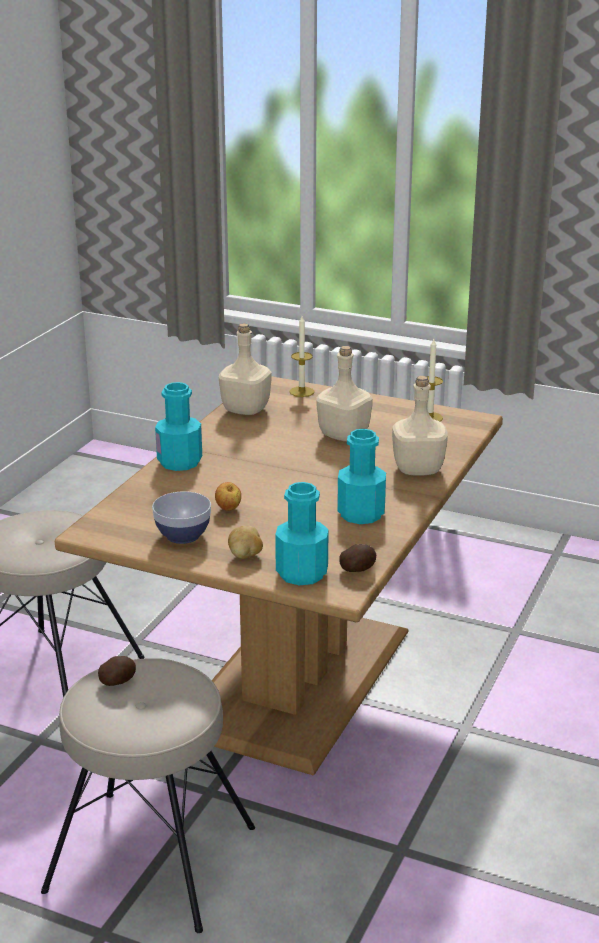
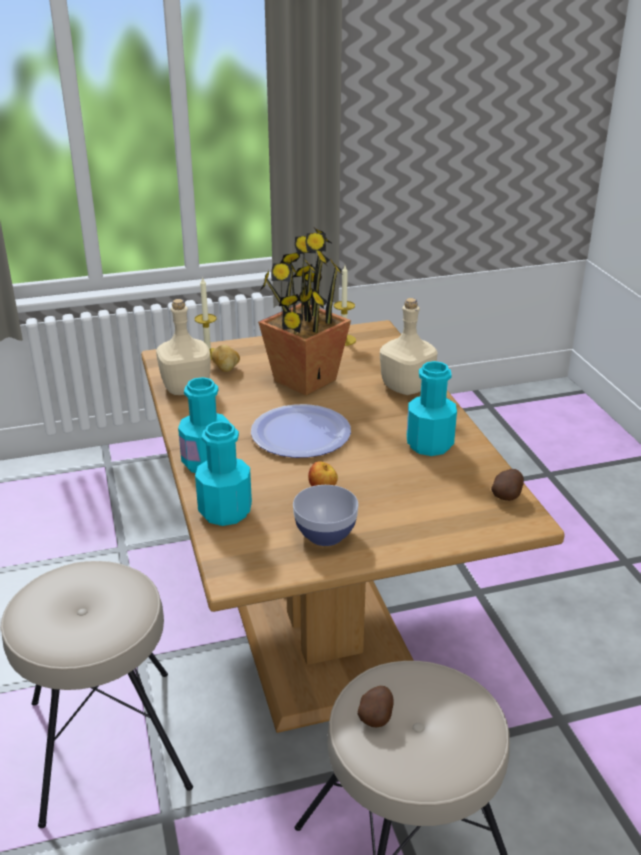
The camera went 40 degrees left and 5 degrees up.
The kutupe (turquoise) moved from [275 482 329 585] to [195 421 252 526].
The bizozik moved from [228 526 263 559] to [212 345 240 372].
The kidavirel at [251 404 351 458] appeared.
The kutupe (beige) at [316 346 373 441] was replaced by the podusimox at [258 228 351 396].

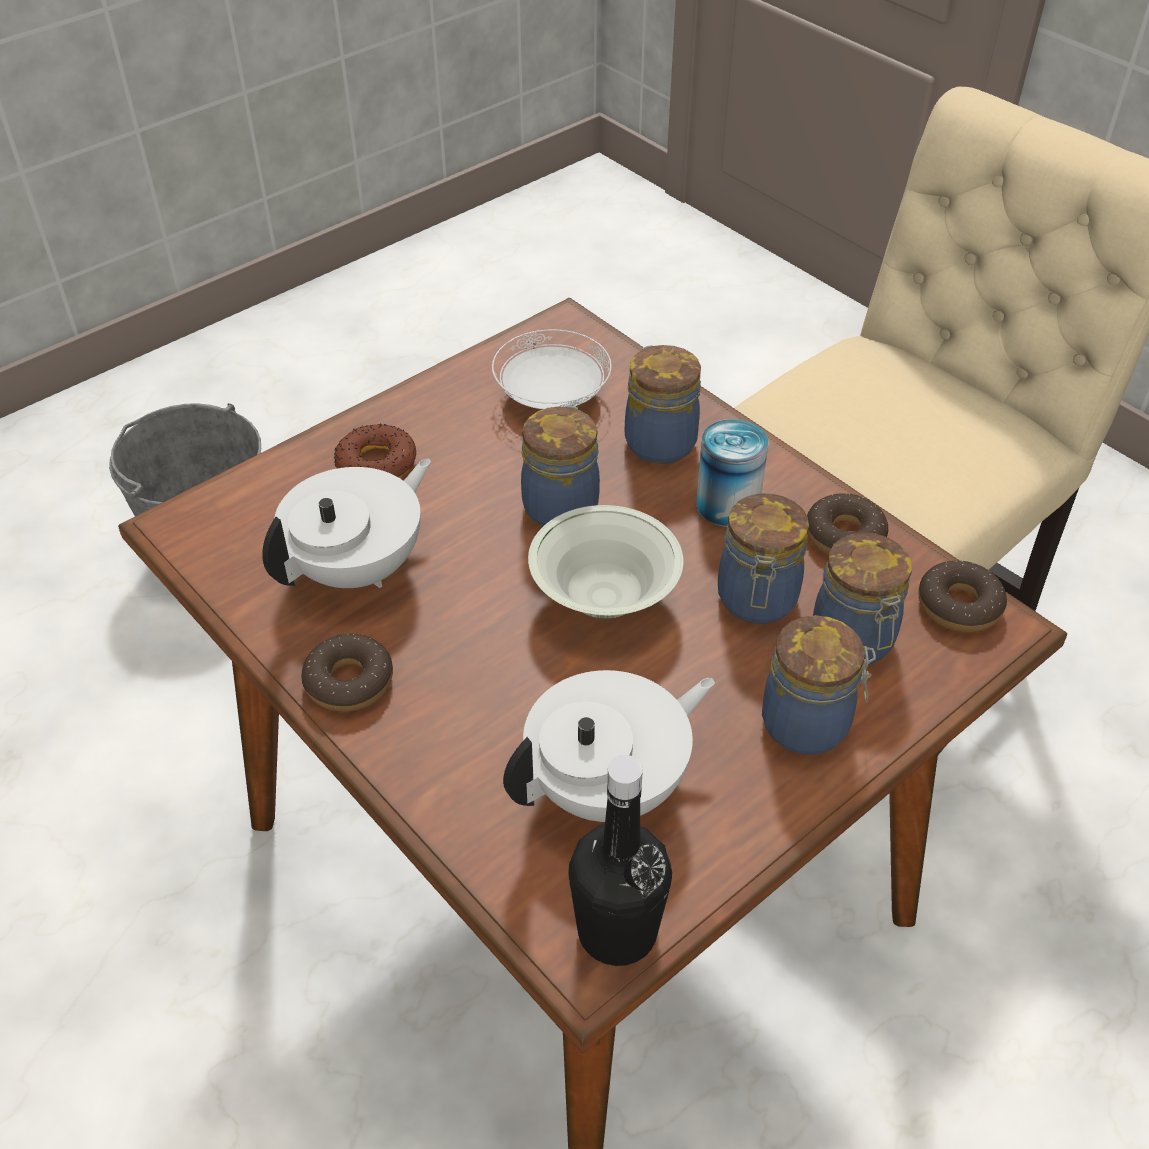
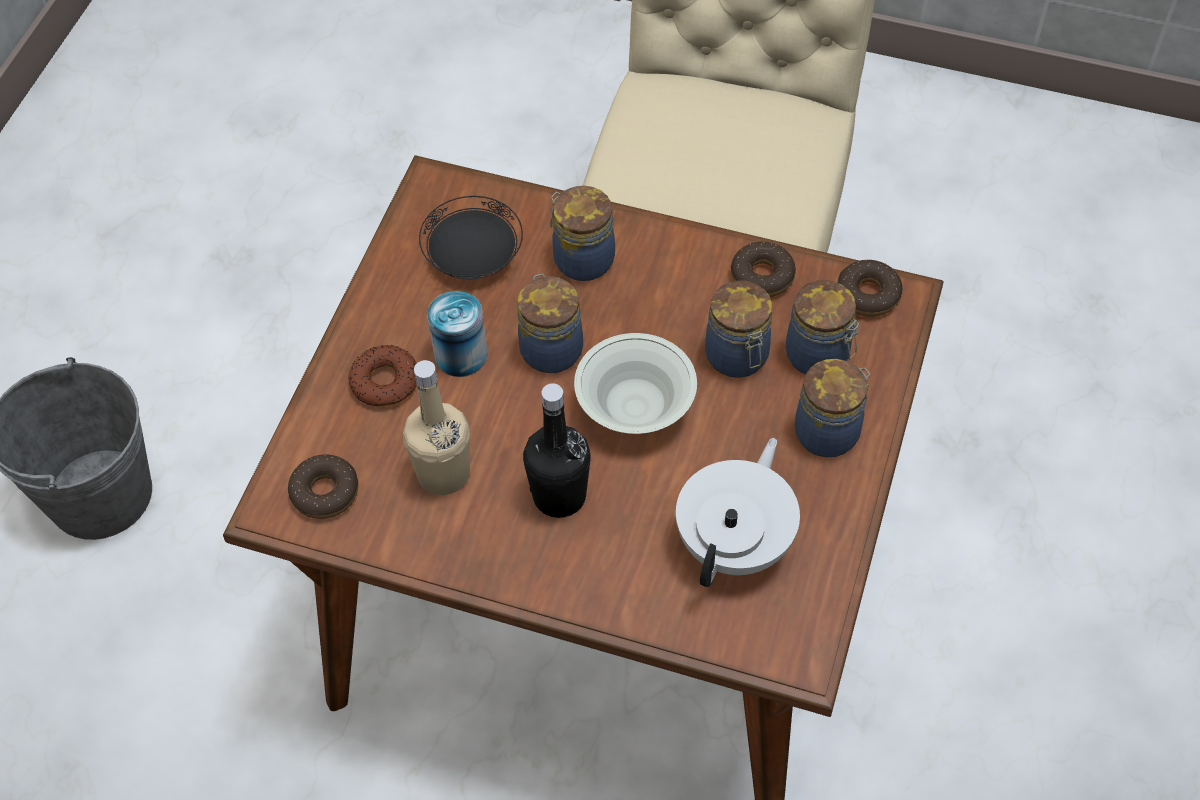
The camera went 30 degrees left and 10 degrees up.
The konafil moved from [301 634 393 712] to [288 455 359 519].
The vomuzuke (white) at [262 458 431 588] was replaced by the kutupe (beige) at [403 360 470 495].
The kidavirel (white) at [492 329 612 409] became the kidavirel (black) at [419 196 523 279].
The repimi moved from [696 419 768 527] to [427 291 488 377].
The kutupe (black) moved from [568 755 672 966] to [523 383 591 518].

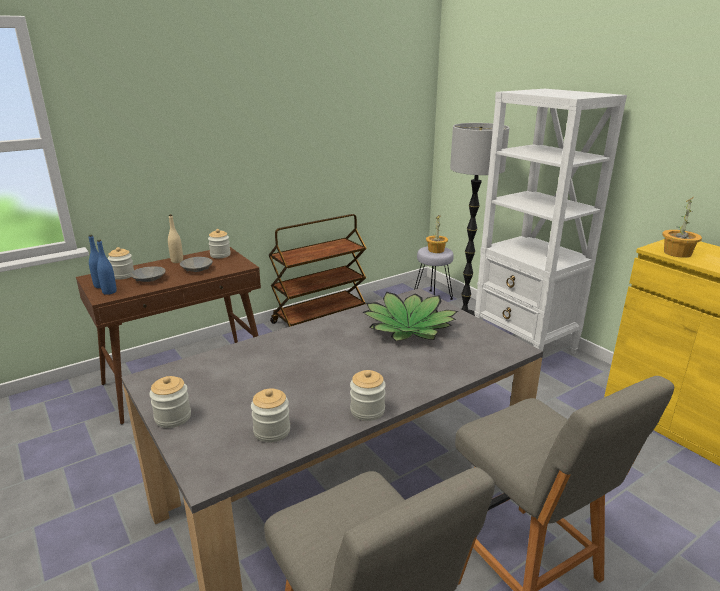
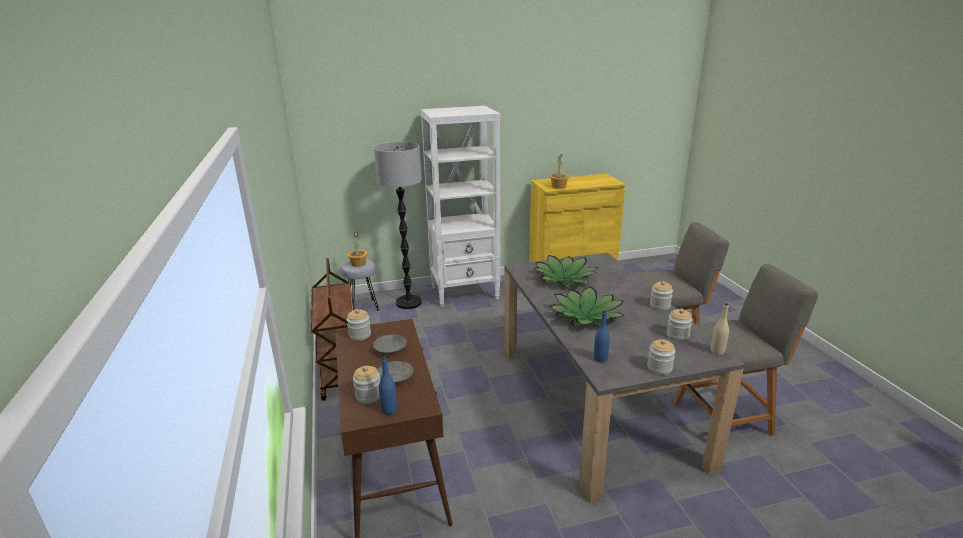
The camera went 70 degrees left and 0 degrees up.
The podusimox at [549 286 624 327] appeared.
The kutupe (blue) moved from [97 240 117 295] to [594 310 610 363].
The kutupe (beige) moved from [168 214 183 263] to [711 303 729 355].

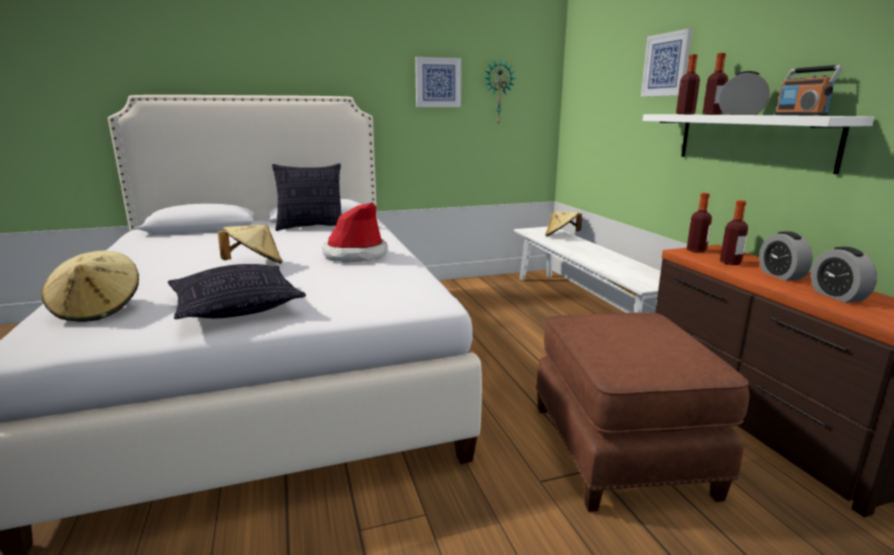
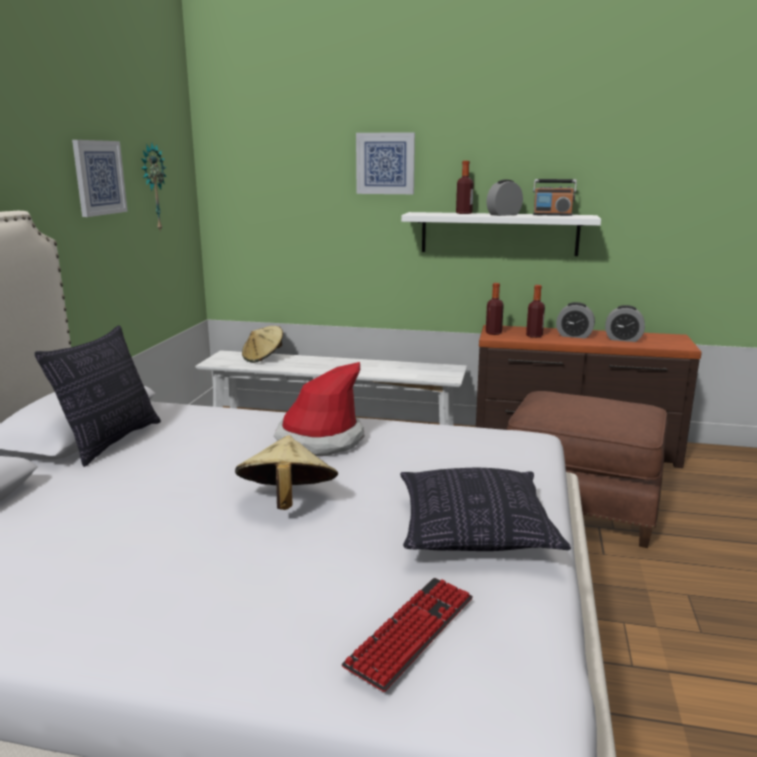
The camera went 60 degrees left and 0 degrees up.
The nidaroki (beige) at [41 251 139 322] was replaced by the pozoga at [342 578 473 692].
The kutupe at [676 54 700 114] disappeared.

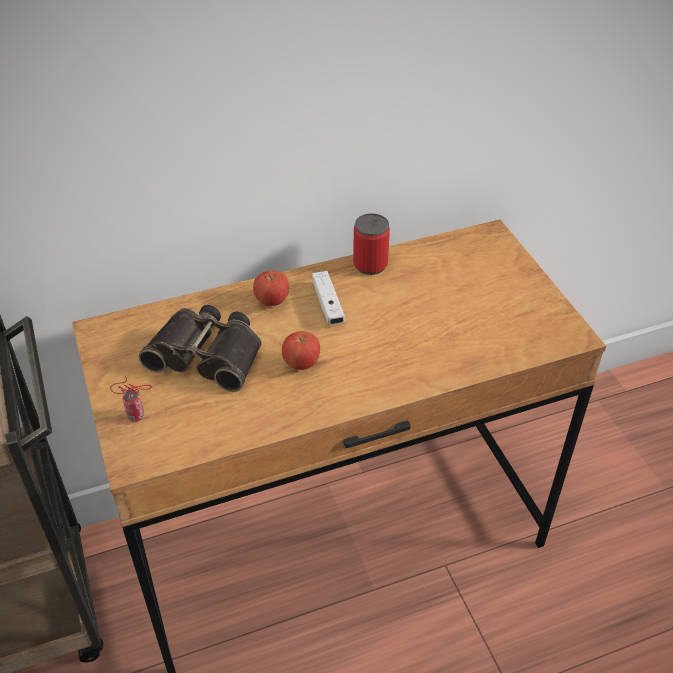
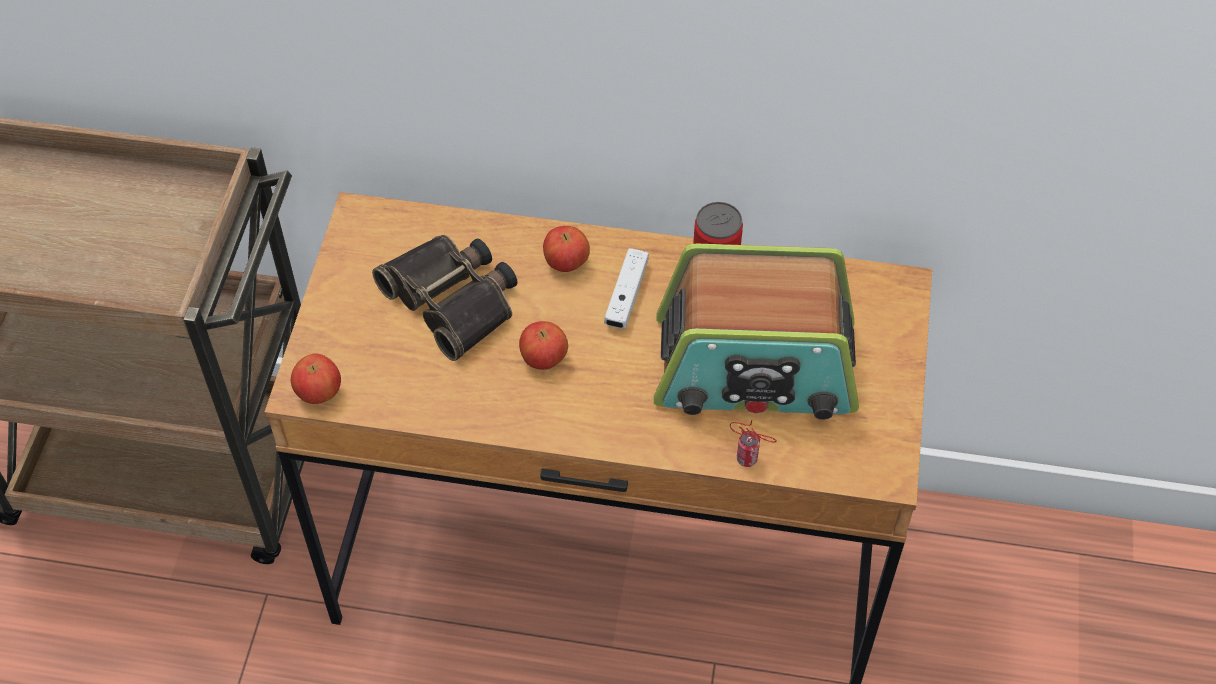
The camera went 30 degrees right and 10 degrees up.
The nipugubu at [291 353 341 404] appeared.
The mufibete at [654 244 859 420] appeared.
The repimi moved from [110 375 152 422] to [730 420 777 467].

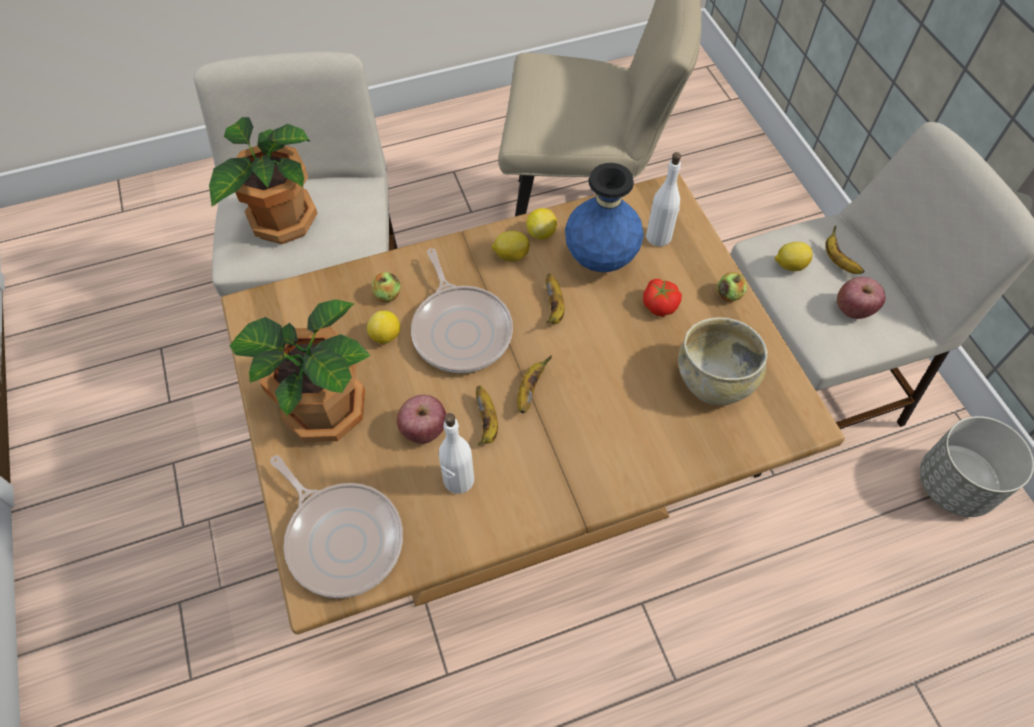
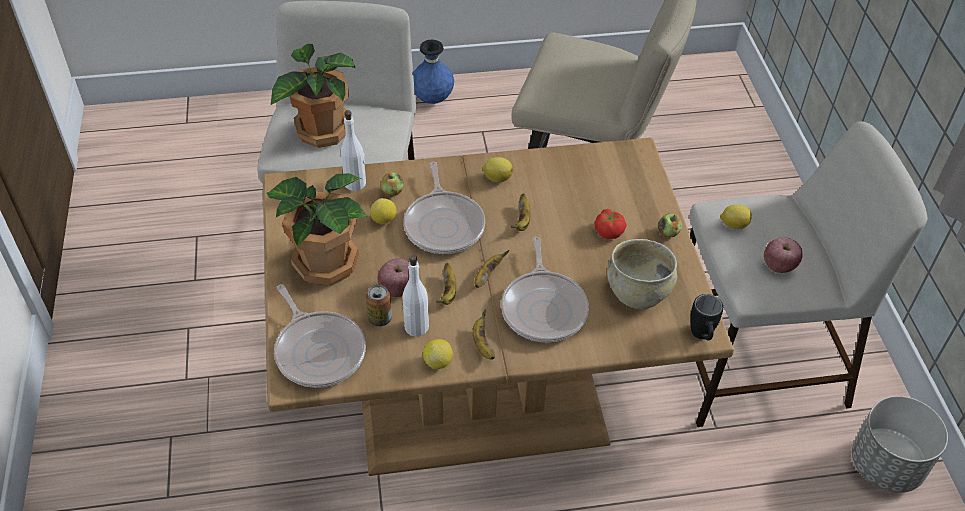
The camera went 10 degrees right and 10 degrees down.
The kutupe (white) moved from [646 152 681 247] to [341 110 366 191].
The repimi at [366 285 392 326] appeared.
The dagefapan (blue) moved from [565 163 644 272] to [413 40 454 104].
The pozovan moved from [527 208 557 240] to [423 339 453 369].
The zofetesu moved from [825 225 865 274] to [473 309 495 360].
The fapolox at [501 237 589 342] appeared.
The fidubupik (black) at [690 294 723 341] appeared.

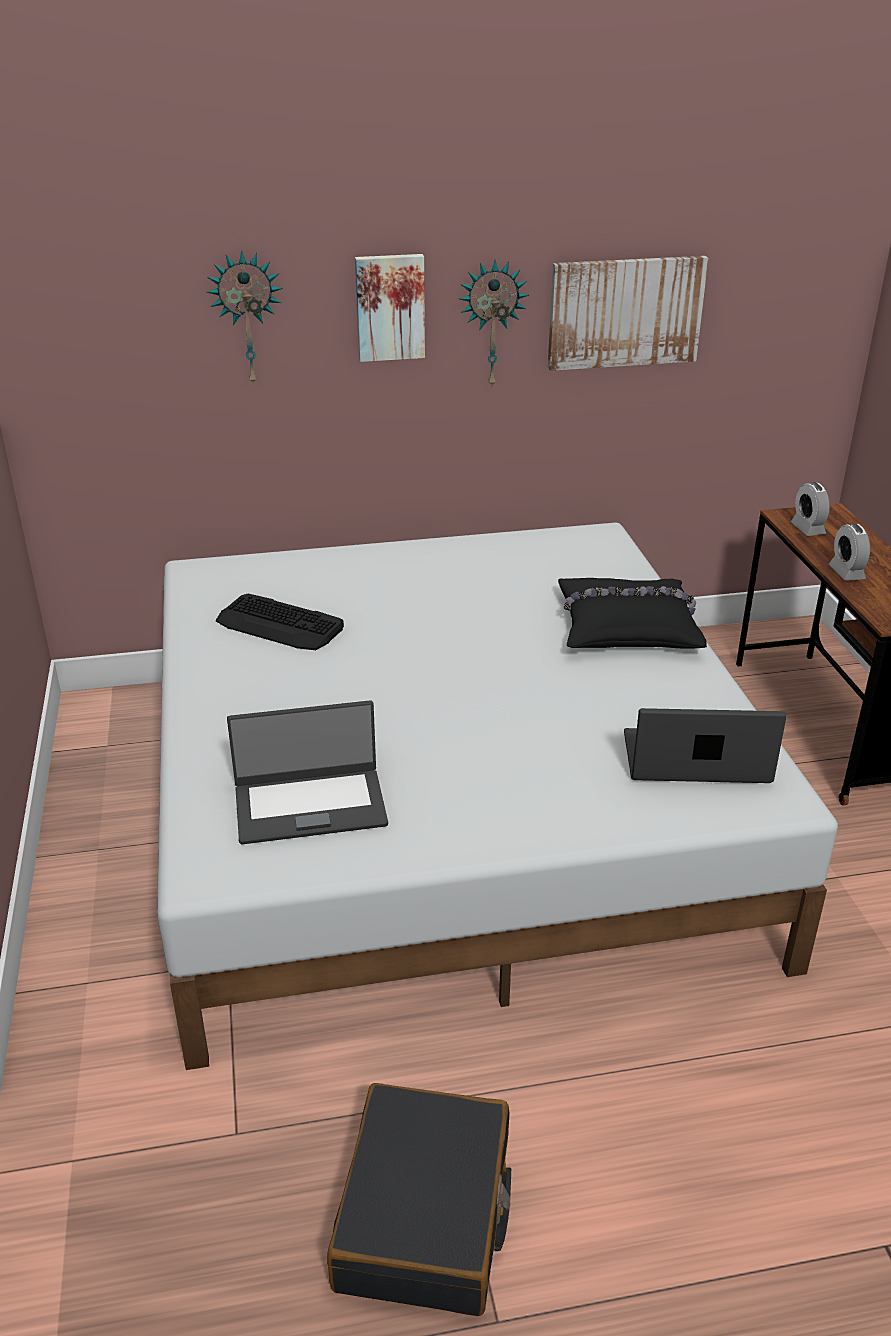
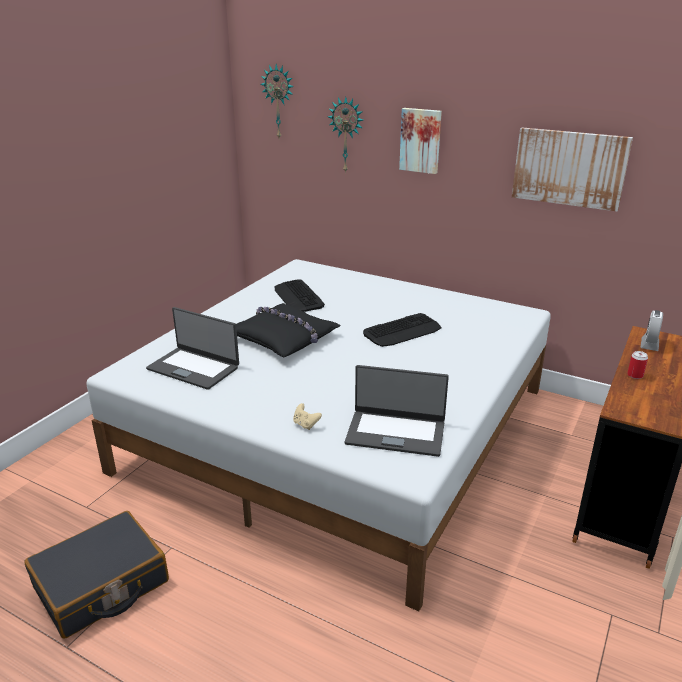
The camera went 40 degrees right and 5 degrees down.
The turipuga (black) moved from [558 578 707 649] to [236 303 340 357].
The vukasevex moved from [459 259 529 389] to [261 64 294 138].
The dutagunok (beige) at [293 403 322 430] appeared.
The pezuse at [624 708 787 783] turned 150 degrees clockwise.
The pozoga at [363 313 442 347] appeared.
The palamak at [828 523 870 581] was replaced by the repimi at [627 351 648 379].

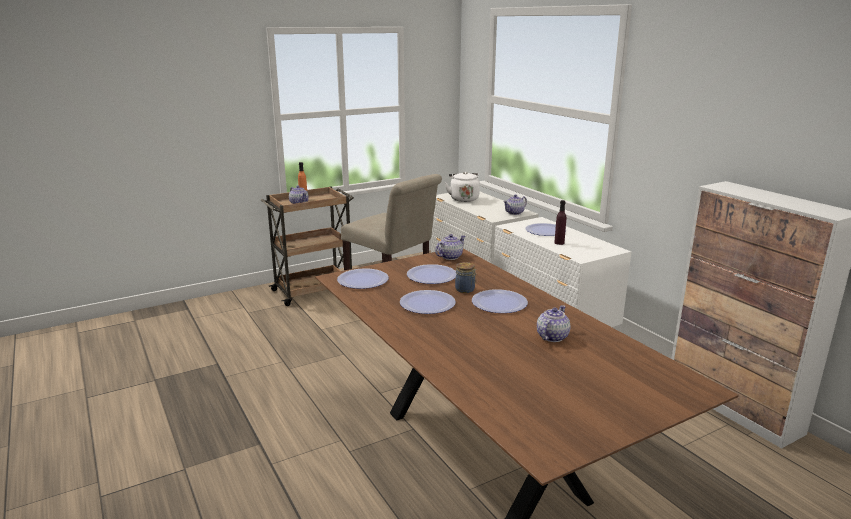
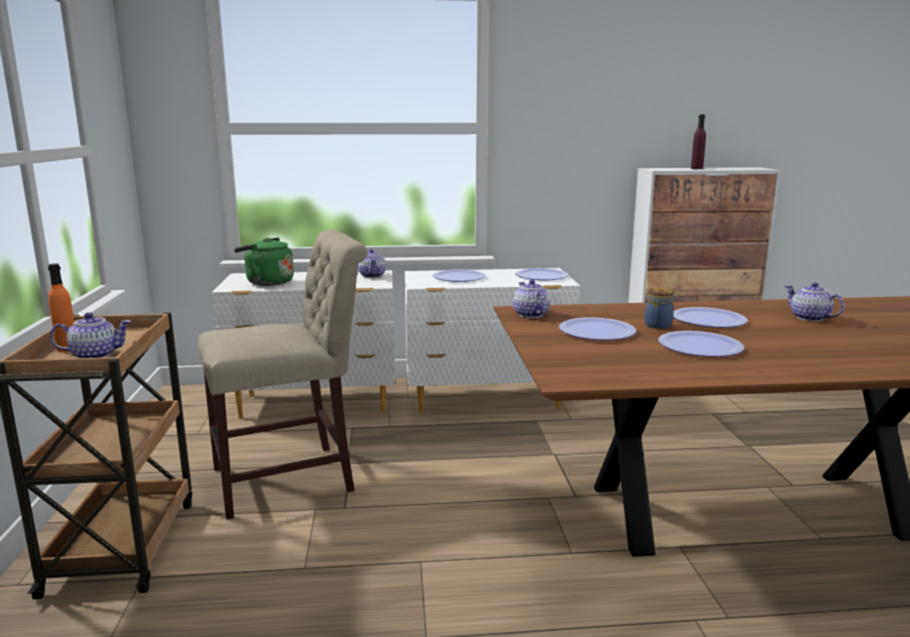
The camera went 65 degrees left and 5 degrees down.
The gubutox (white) at [445 172 480 202] became the gubutox (green) at [234 237 294 286].
The kidavirel moved from [337 269 389 289] to [516 268 569 281].
The kutupe (purple) moved from [555 200 566 245] to [691 115 706 169].

